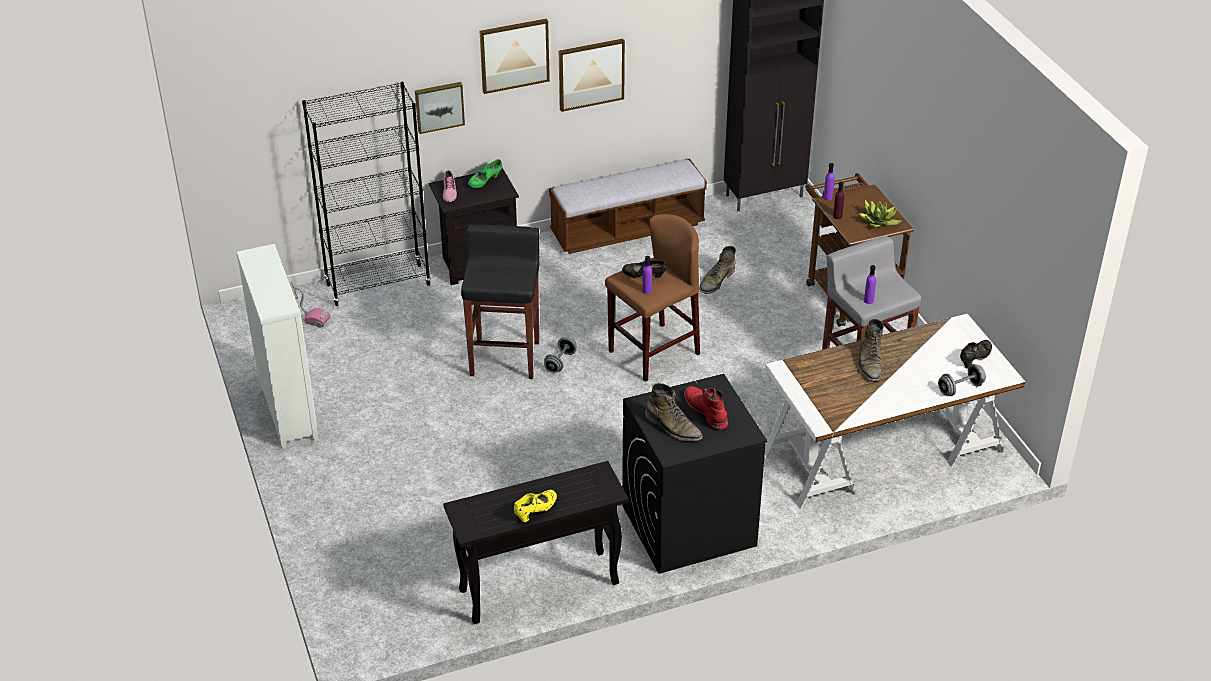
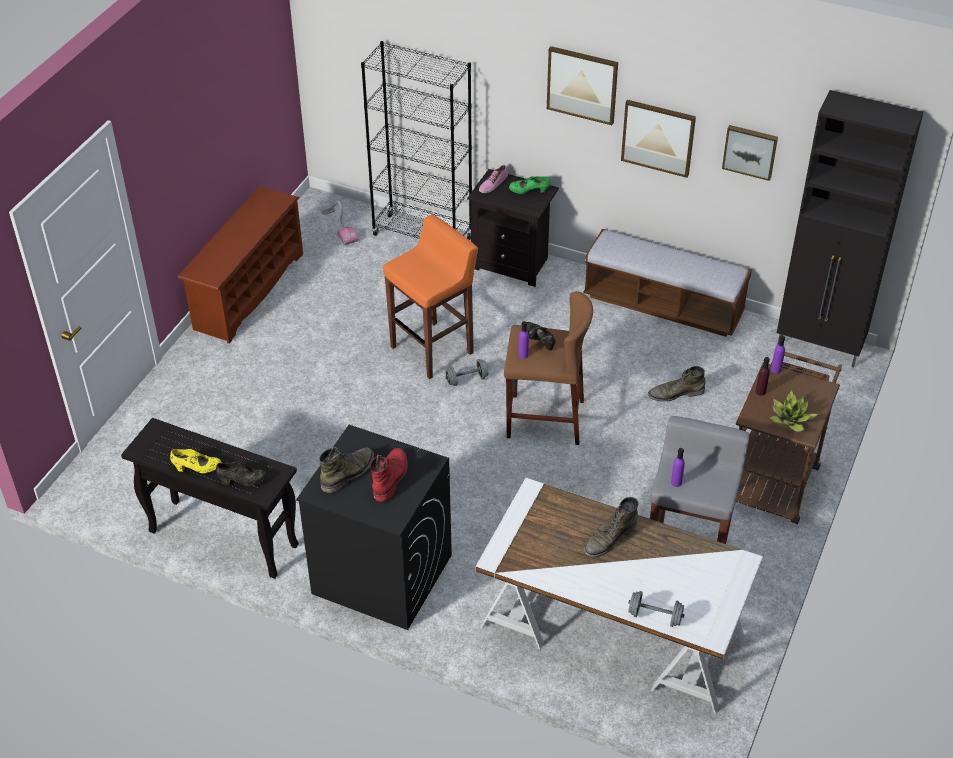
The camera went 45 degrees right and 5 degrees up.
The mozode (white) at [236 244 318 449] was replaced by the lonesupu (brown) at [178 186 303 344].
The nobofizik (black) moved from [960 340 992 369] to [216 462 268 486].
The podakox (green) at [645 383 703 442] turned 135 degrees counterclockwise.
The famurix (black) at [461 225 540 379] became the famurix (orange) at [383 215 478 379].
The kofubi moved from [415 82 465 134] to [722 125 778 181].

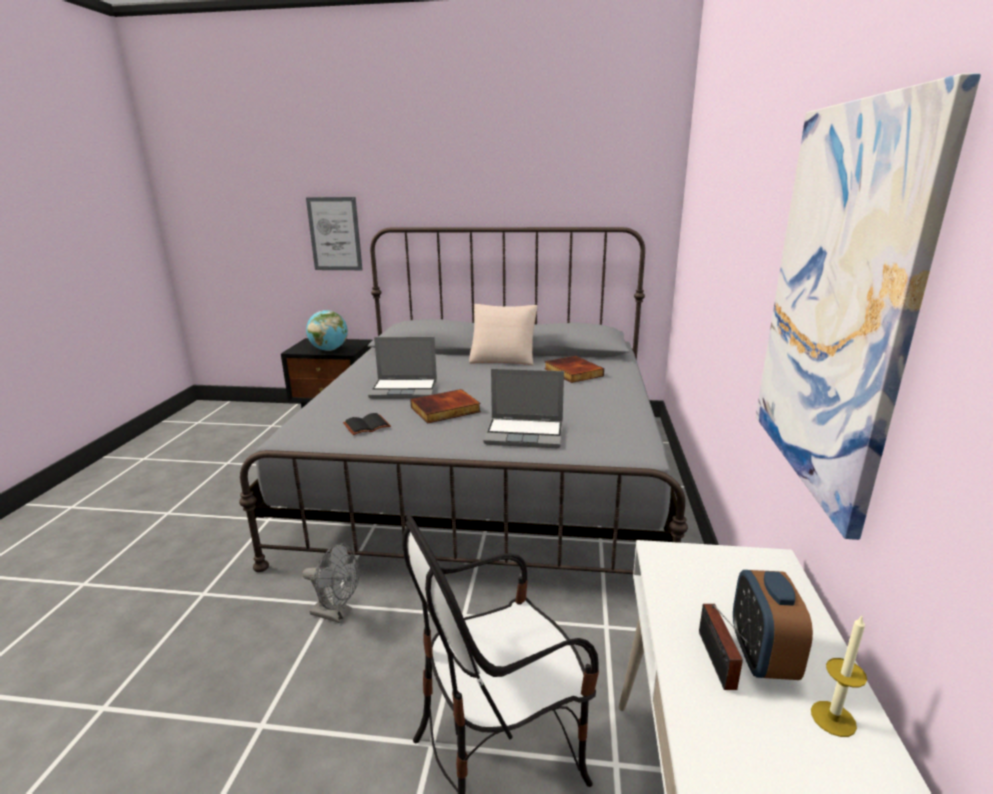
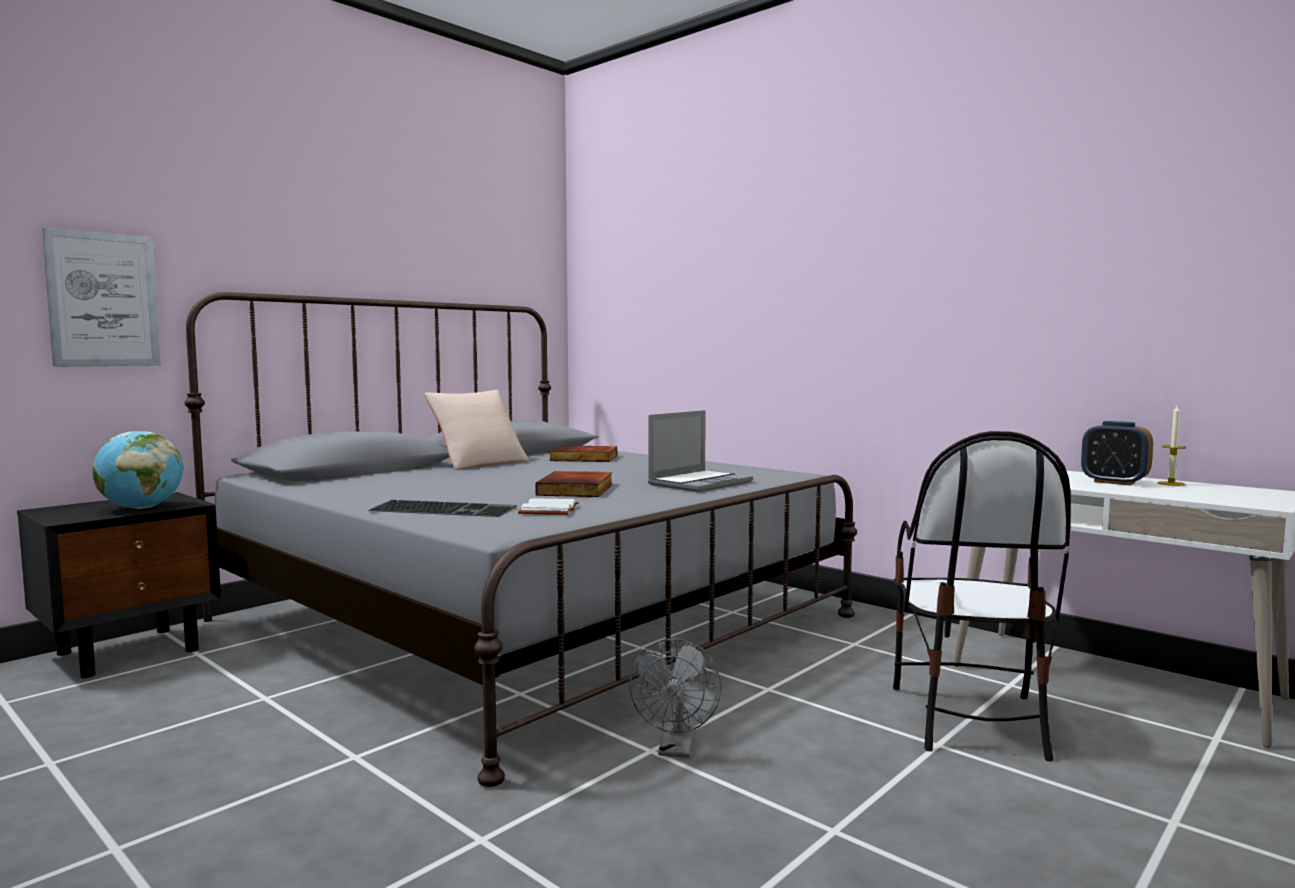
The camera went 55 degrees left and 15 degrees down.
The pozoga at [368 500 517 517] appeared.
The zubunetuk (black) at [343 413 391 435] became the zubunetuk (white) at [518 498 579 515].
The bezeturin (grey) at [302 543 360 623] turned 135 degrees clockwise.
The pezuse at [368 337 437 399] disappeared.
The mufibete at [699 604 748 690] disappeared.
The kofubi at [756 73 981 540] disappeared.

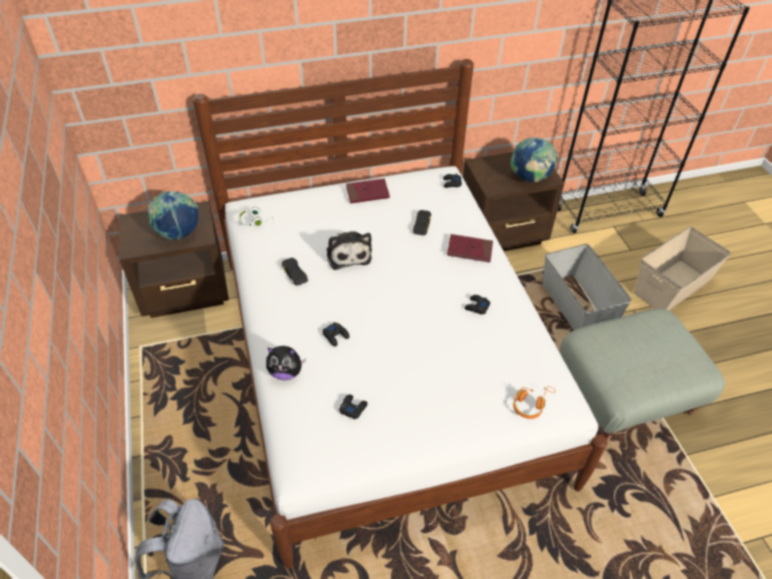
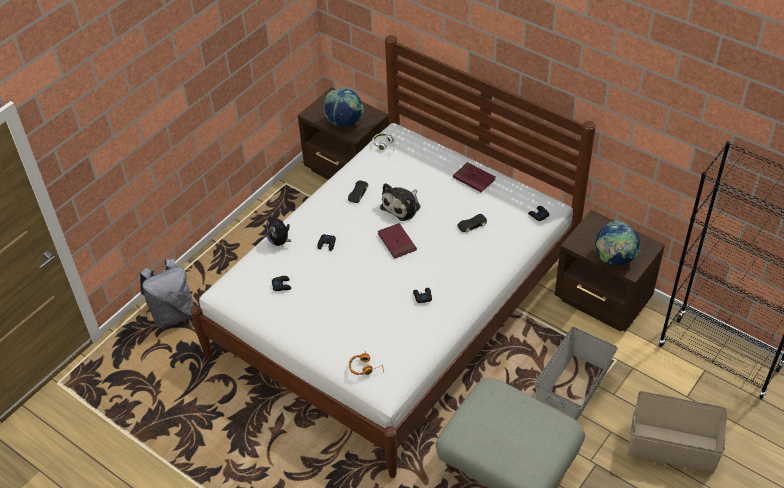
The camera went 55 degrees right and 0 degrees up.
The zubunetuk (red) moved from [447 234 493 263] to [377 223 417 259].

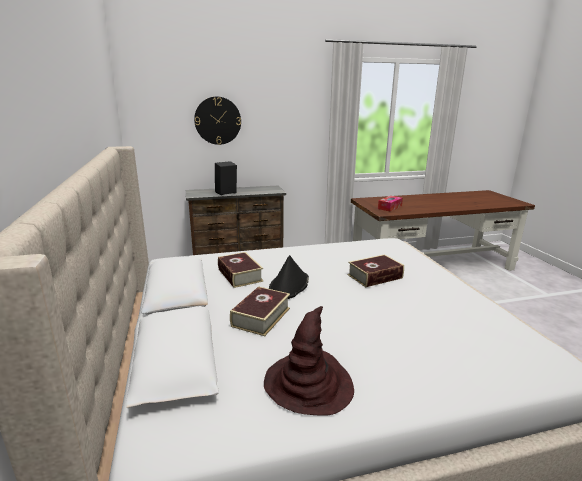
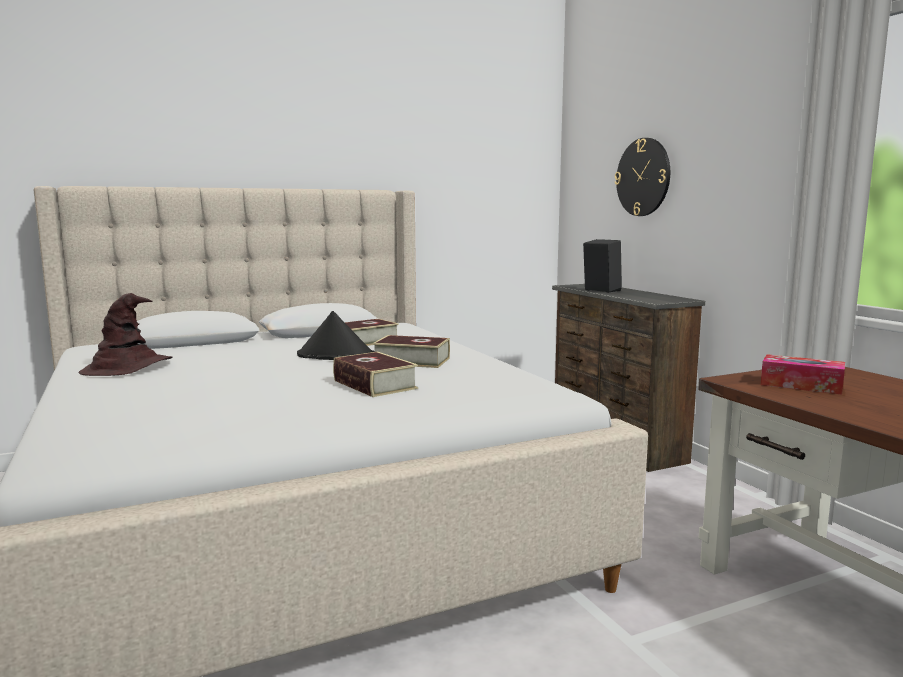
The camera went 80 degrees right and 10 degrees down.
The zubunetuk moved from [230 286 290 336] to [372 335 450 368].

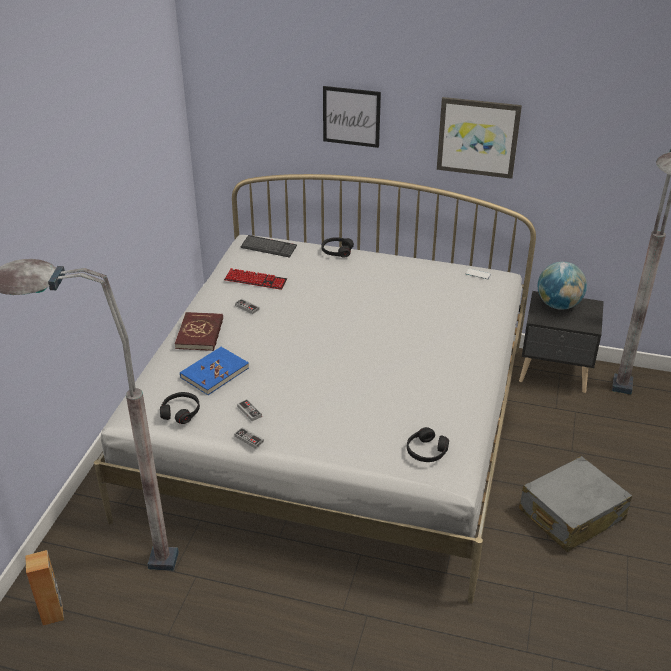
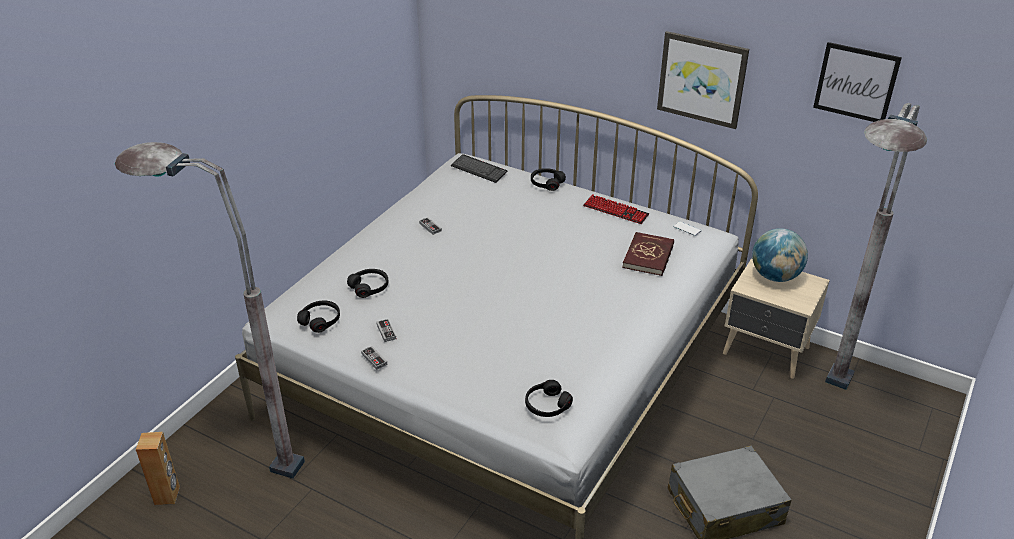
The camera went 15 degrees right and 0 degrees up.
The zubunetuk (blue) at [180 347 249 395] was replaced by the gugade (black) at [347 269 388 298].
The pozoga moved from [224 268 287 290] to [583 194 649 224].
The zubunetuk (red) moved from [175 312 223 351] to [622 232 674 276].
The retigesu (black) at [519 291 604 393] became the retigesu (beige) at [723 258 830 379].
The kofubi moved from [323 86 381 148] to [813 42 902 122].

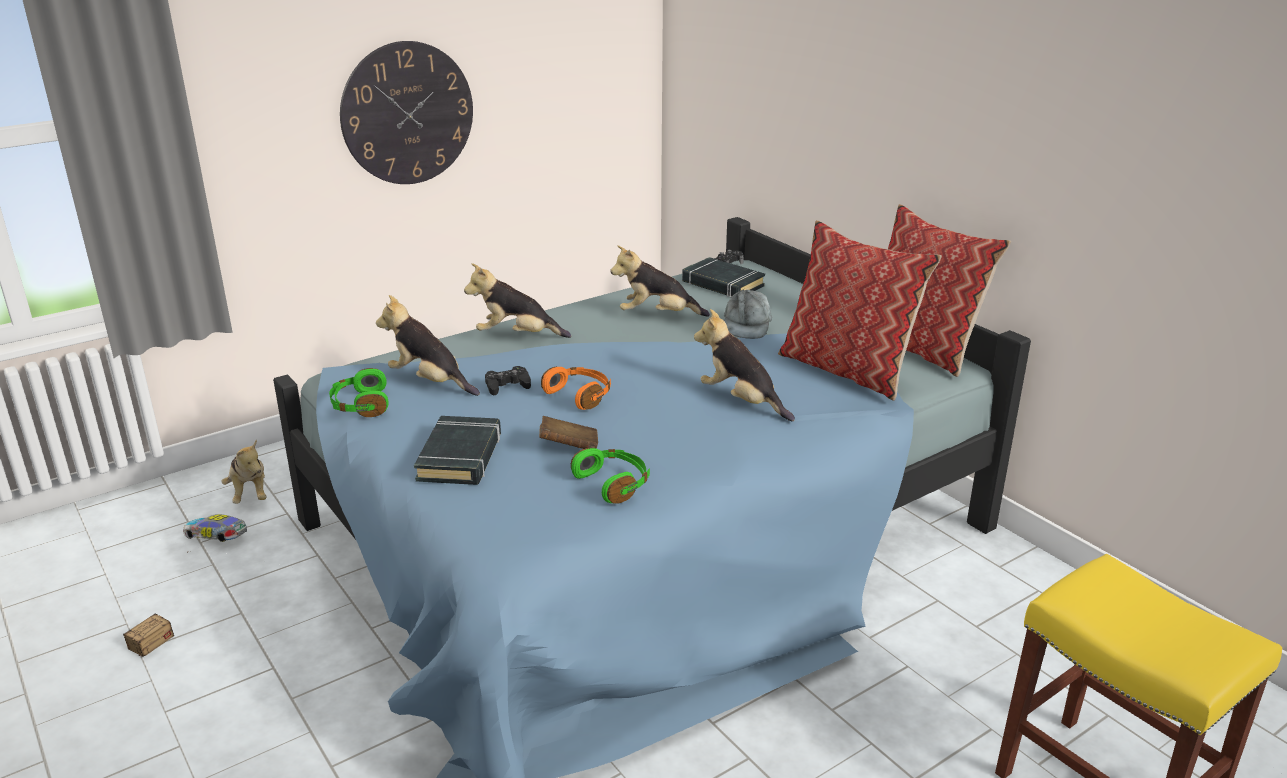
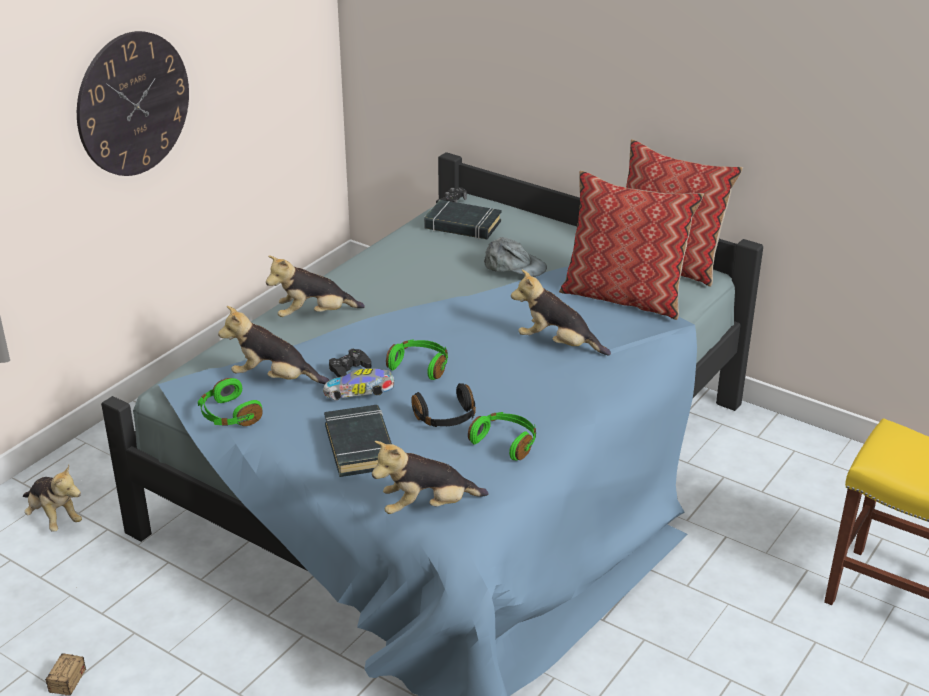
The camera went 20 degrees left and 5 degrees up.
The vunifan moved from [183 514 247 542] to [323 368 394 400].
The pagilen moved from [610 245 710 317] to [372 441 488 514].
The gugade (orange) at [541 367 611 410] became the gugade (green) at [386 339 448 380].
The zubunetuk (brown) at [539 416 598 449] was replaced by the gugade (black) at [411 383 476 427].
The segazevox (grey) at [724 289 772 339] turned 60 degrees counterclockwise.

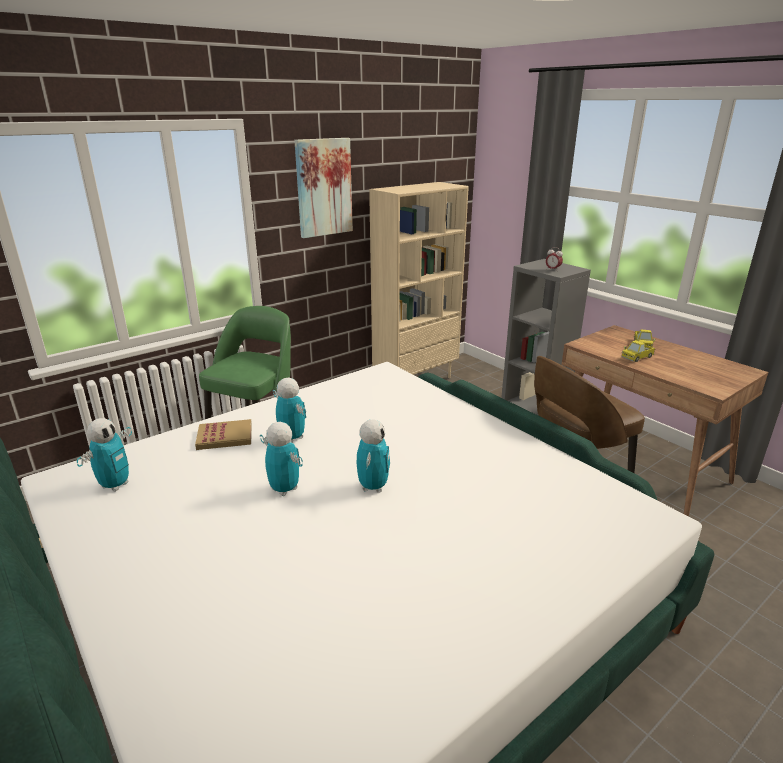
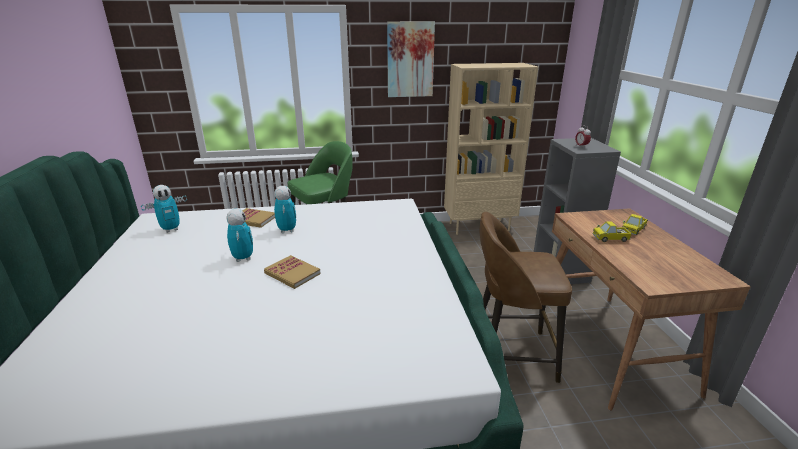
The camera went 30 degrees right and 0 degrees up.
The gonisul at [357 420 390 493] was replaced by the zubunetuk at [264 255 321 289].

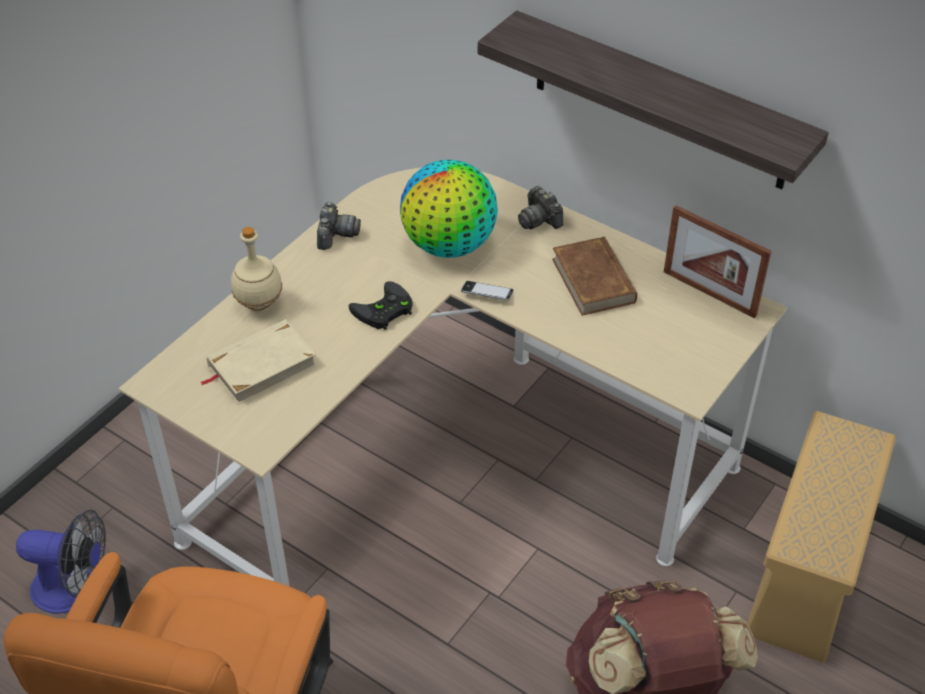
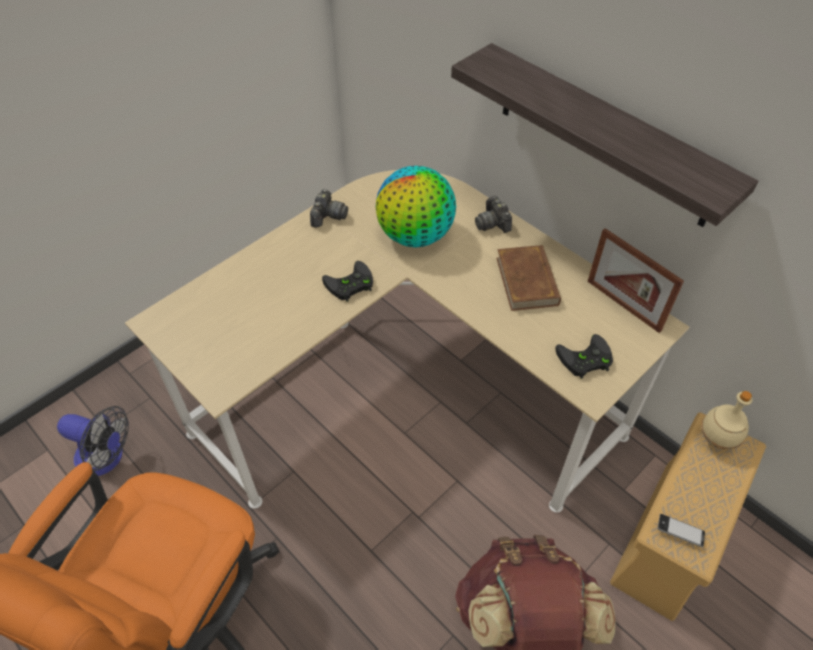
The camera went 10 degrees right and 5 degrees up.
The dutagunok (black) at [555 334 613 379] appeared.
The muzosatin moved from [461 281 514 300] to [658 514 705 547].
The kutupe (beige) moved from [231 227 282 312] to [701 391 753 449].
The zubunetuk (beige) at [200 319 317 405] disappeared.

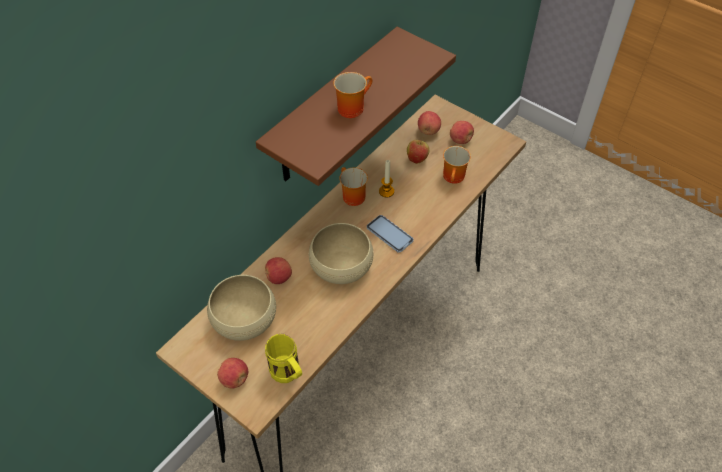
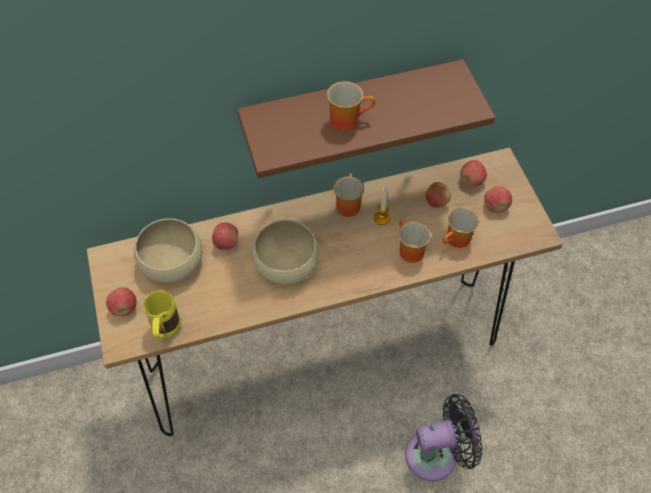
The camera went 35 degrees right and 5 degrees up.
The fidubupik at [399 219 431 263] appeared.
The bezeturin (black) at [405 394 482 481] appeared.
The muzosatin at [367 215 413 253] disappeared.

